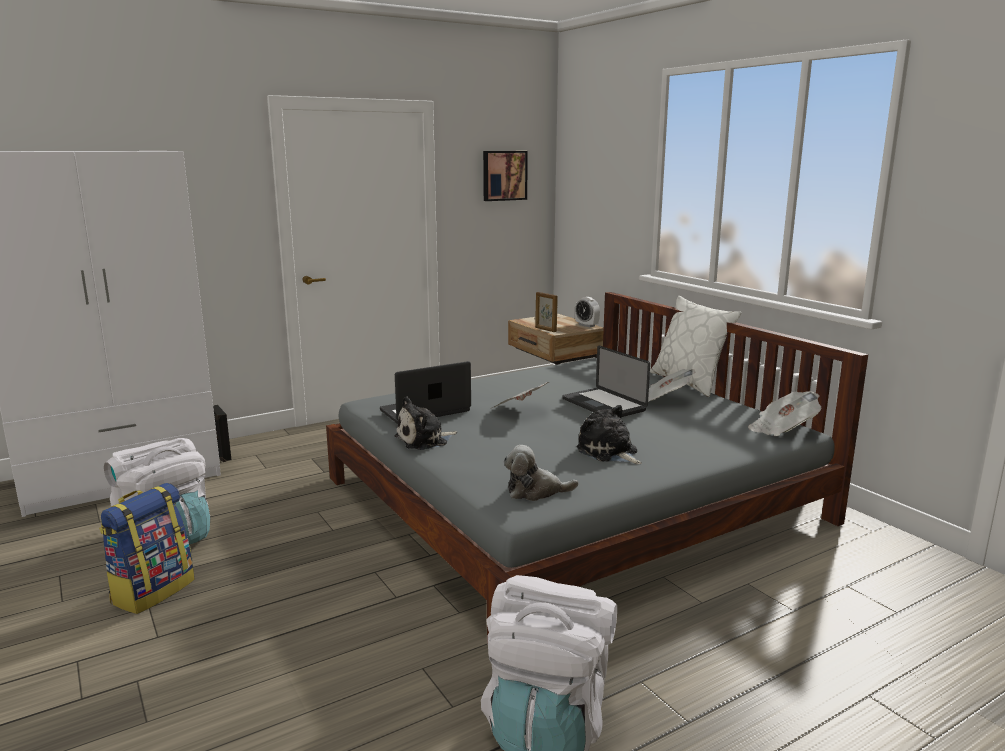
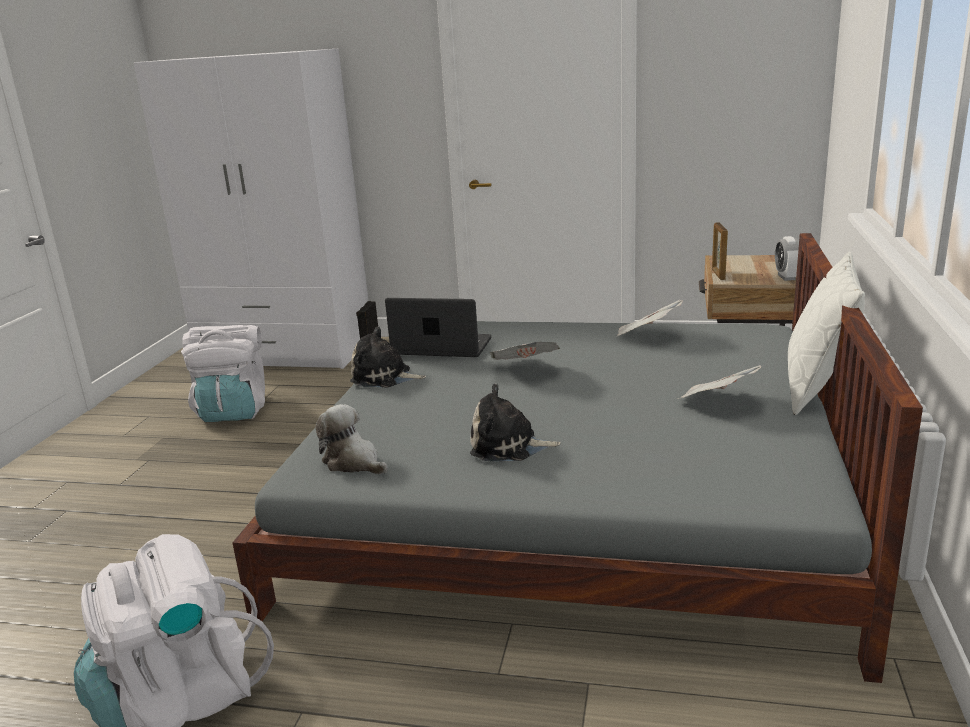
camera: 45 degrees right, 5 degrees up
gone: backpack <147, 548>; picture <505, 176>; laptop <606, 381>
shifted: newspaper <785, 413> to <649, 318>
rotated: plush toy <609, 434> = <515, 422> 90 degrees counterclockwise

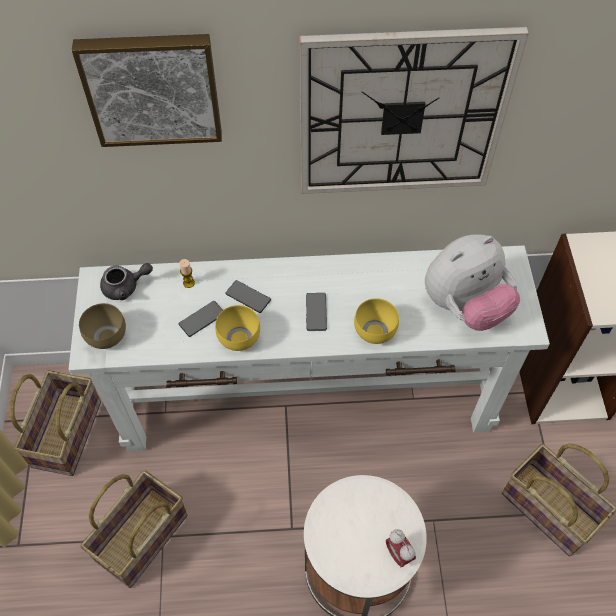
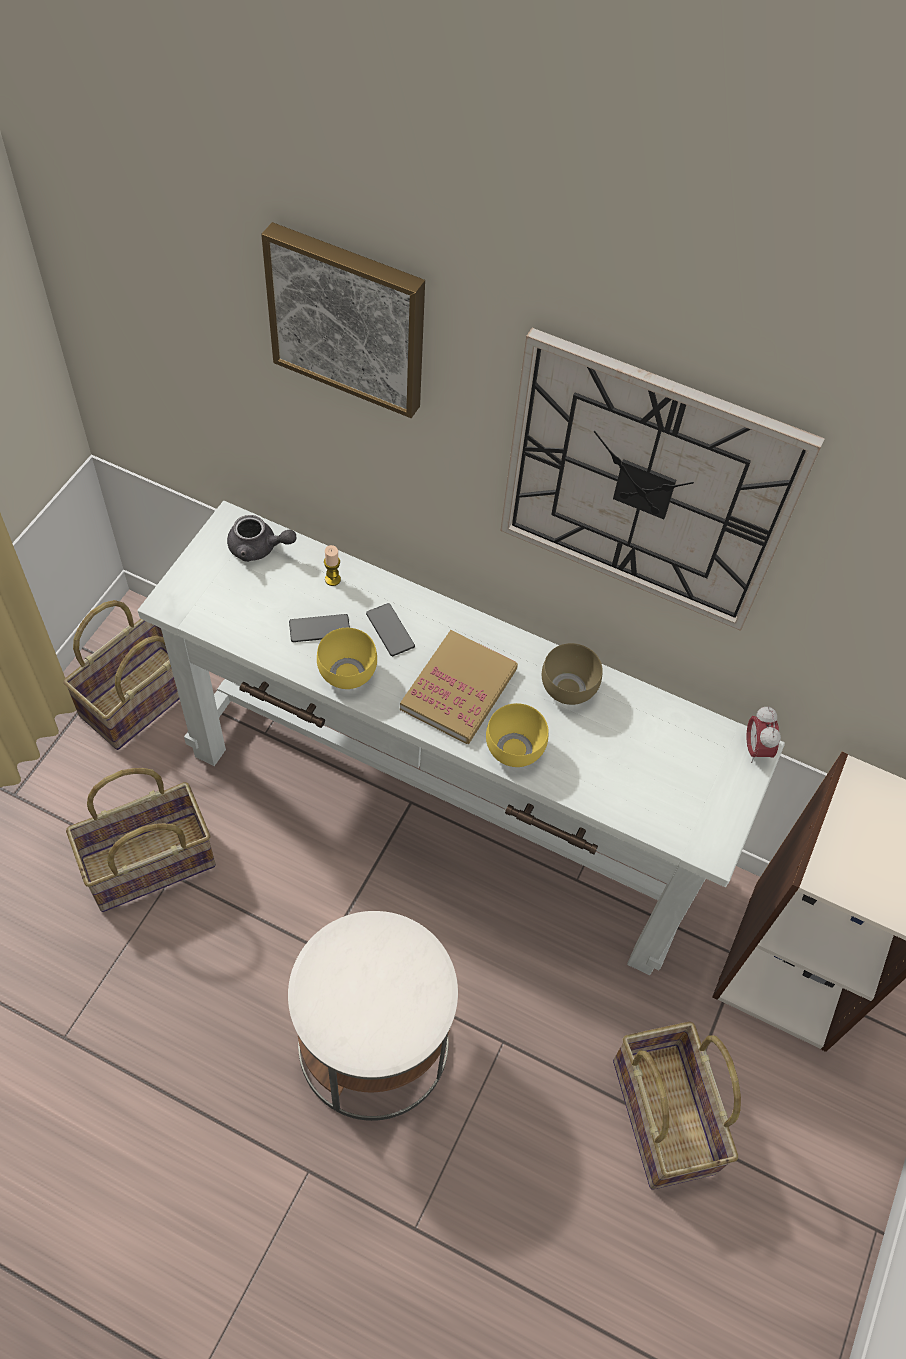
camera: 25 degrees right, 0 degrees up
gone: plush toy <472, 282>
shifted: brown bowl <102, 326> to <572, 674>; alarm clock <401, 548> to <763, 734>
swapped: phone <316, 312> to book <459, 687>

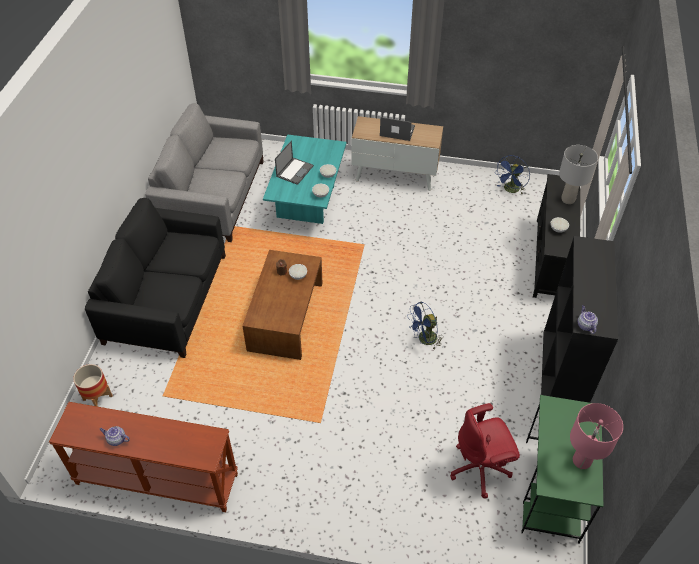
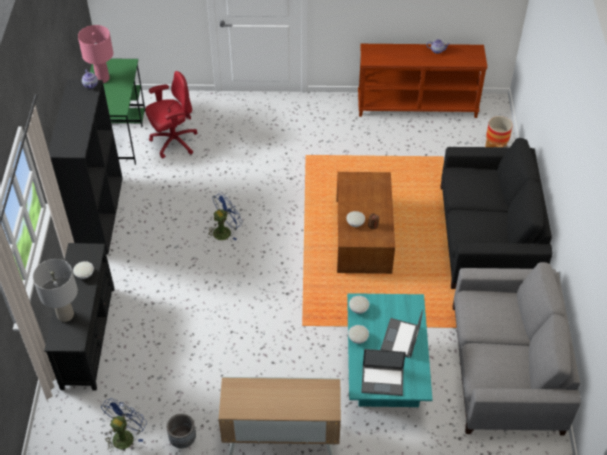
camera: 170 degrees right, 0 degrees up
new: grey planter <181, 431>
shifted: laptop <397, 129> to <383, 372>

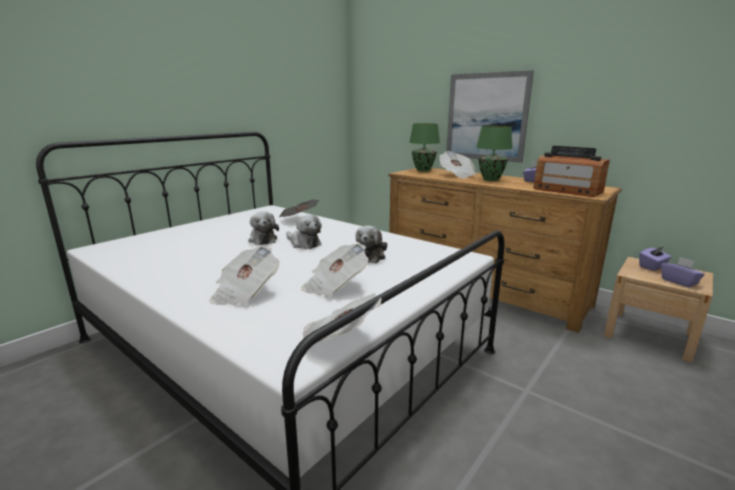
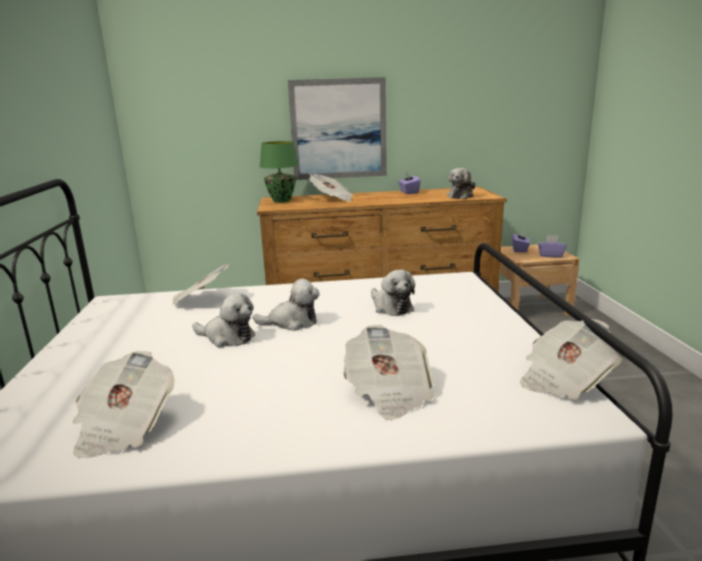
camera: 45 degrees left, 0 degrees up
gone: green table lamp <494, 153>
shifted: newspaper <335, 270> to <123, 404>
swapped: radio <571, 171> to plush toy <461, 183>

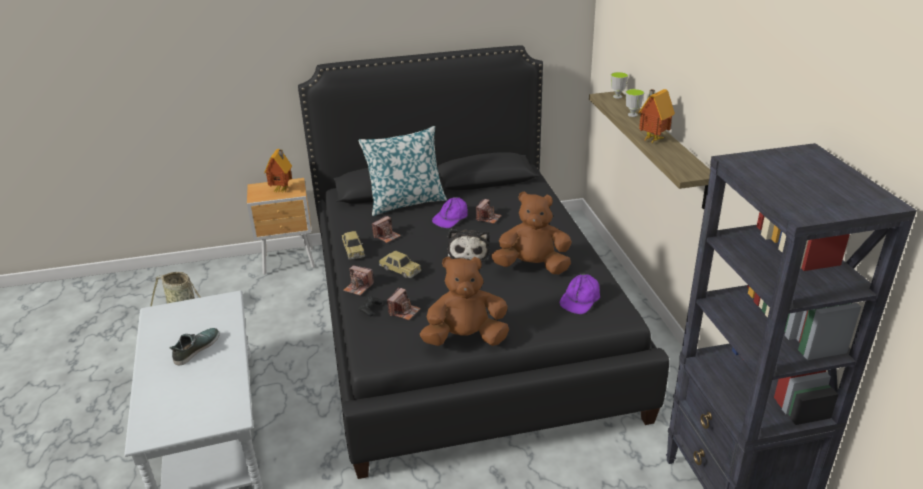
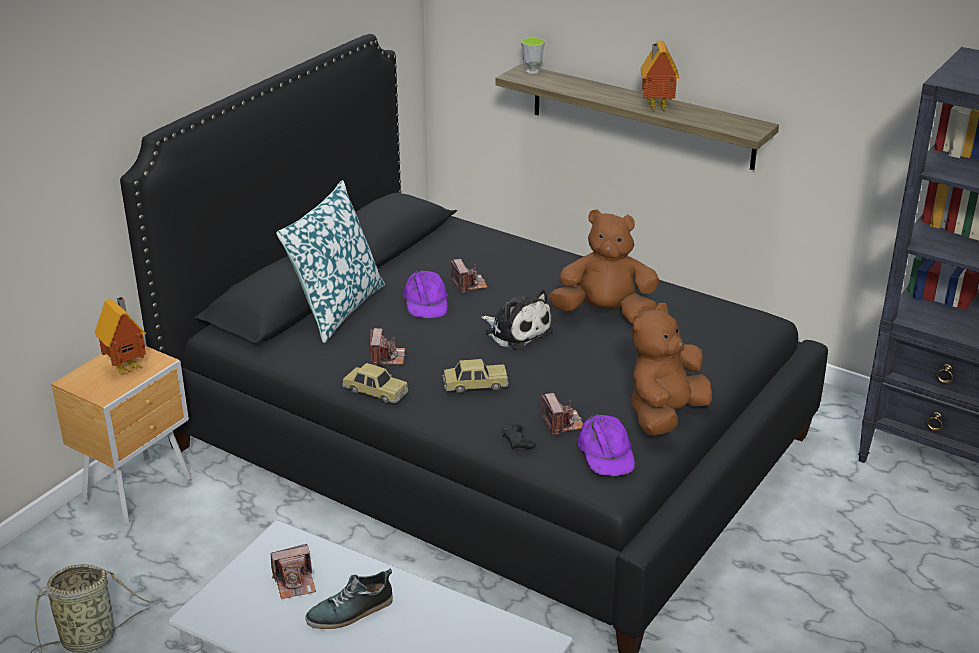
camera: 45 degrees left, 0 degrees up
gone: cup <635, 103>
shifted: photo camera <358, 280> to <293, 571>; purple cap <580, 293> to <606, 445>
rotated: shoe <194, 346> = <349, 598> 105 degrees counterclockwise; brown plush toy <531, 232> = <604, 266> 45 degrees clockwise

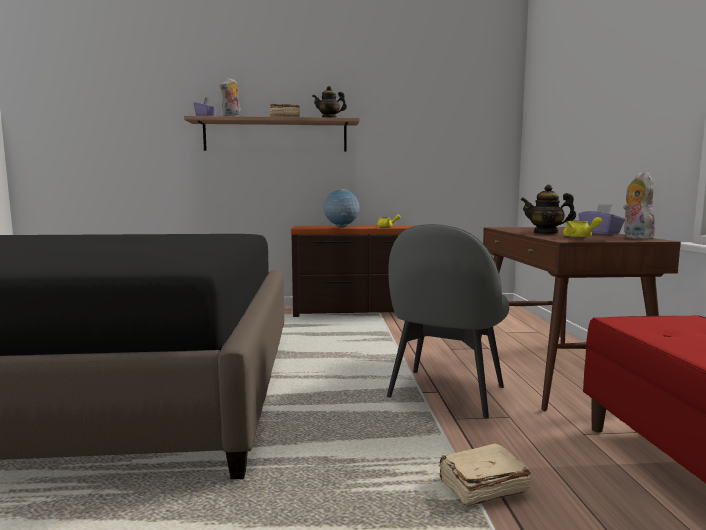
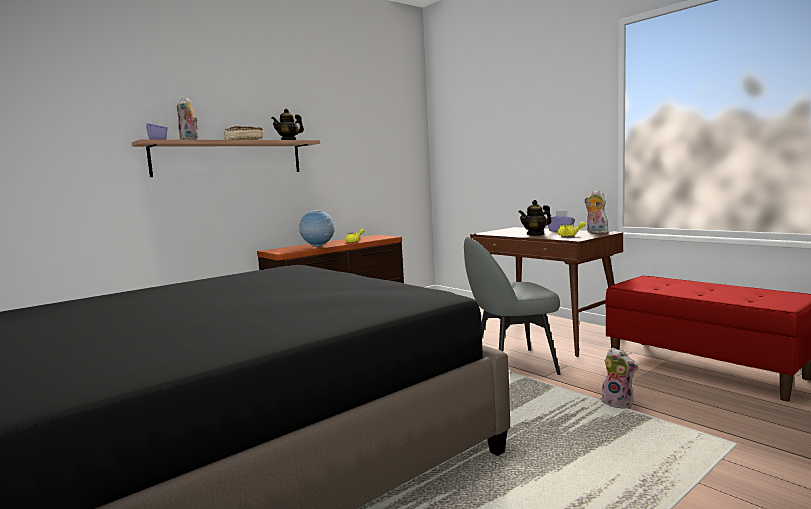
camera: 35 degrees left, 0 degrees up
swapped: beige book <485, 474> to plush toy <619, 378>
rotated: grey chair <448, 321> = <512, 306> 90 degrees clockwise

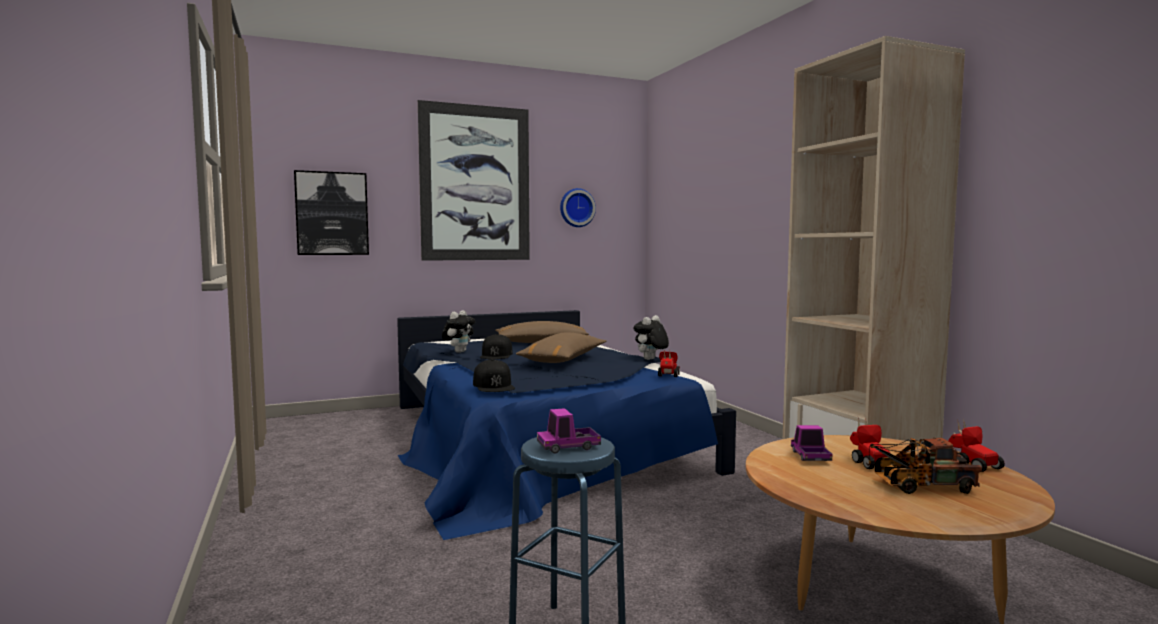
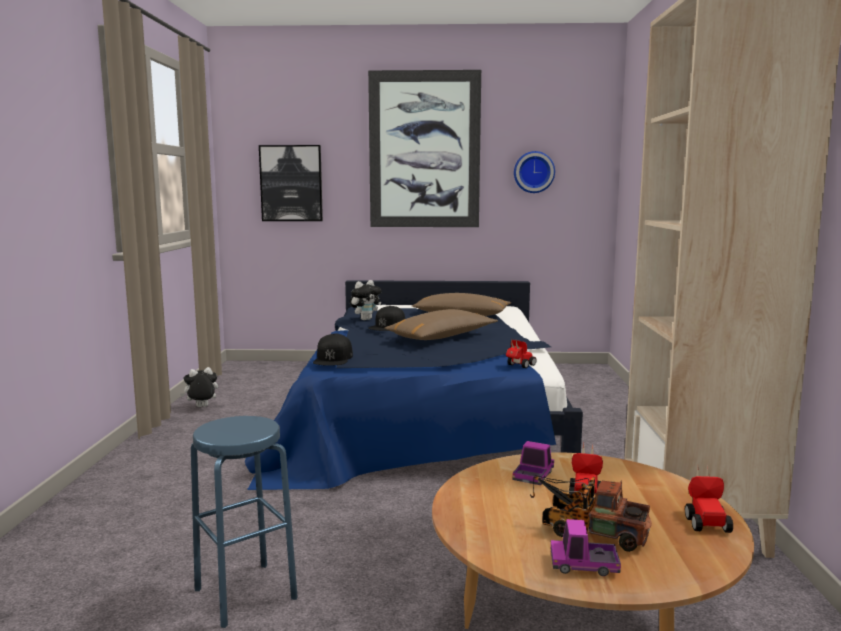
camera: 25 degrees right, 5 degrees up
shifted: toy truck <569, 431> to <586, 547>; plush toy <651, 337> to <199, 387>

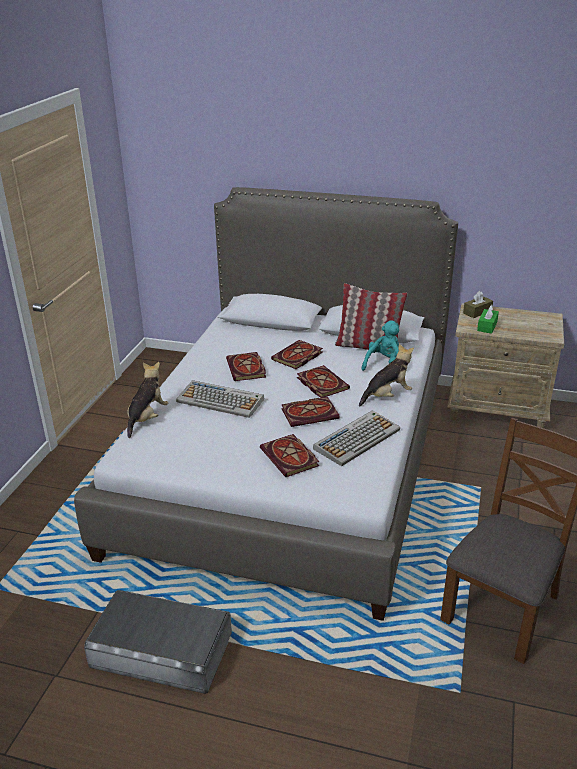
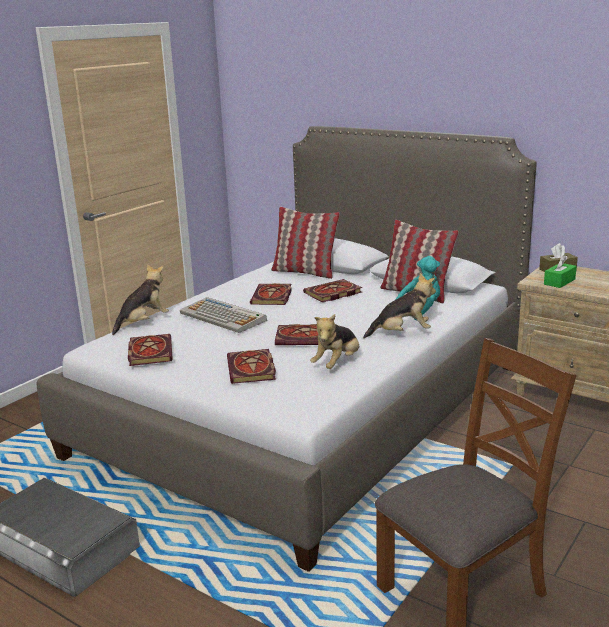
camera: 20 degrees right, 10 degrees down
new: pillow <305, 243>
shifted: book <323, 381> to <150, 350>
swapped: keyboard <356, 438> to plush toy <334, 341>

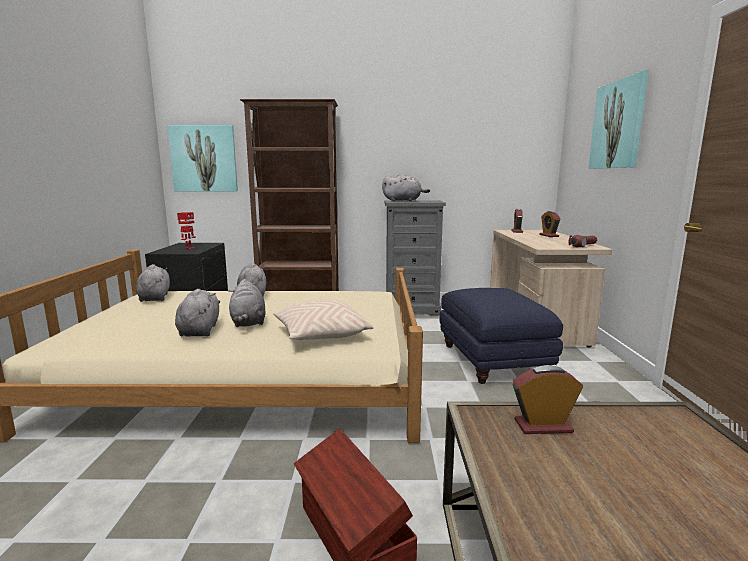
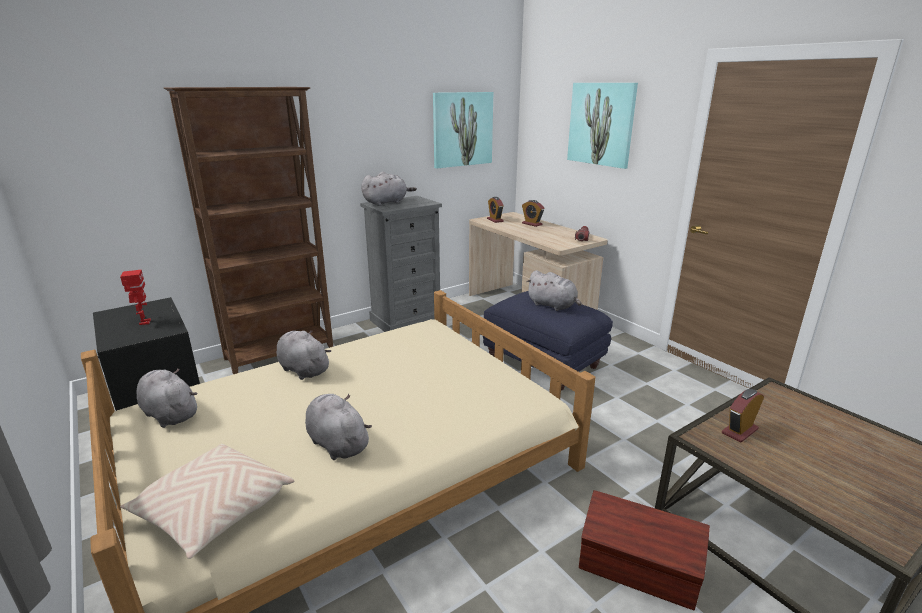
camera: 35 degrees left, 10 degrees up
shifted: picture <202, 158> to <463, 130>; grey plush toy <247, 303> to <554, 290>; beige pillow <323, 320> to <207, 501>

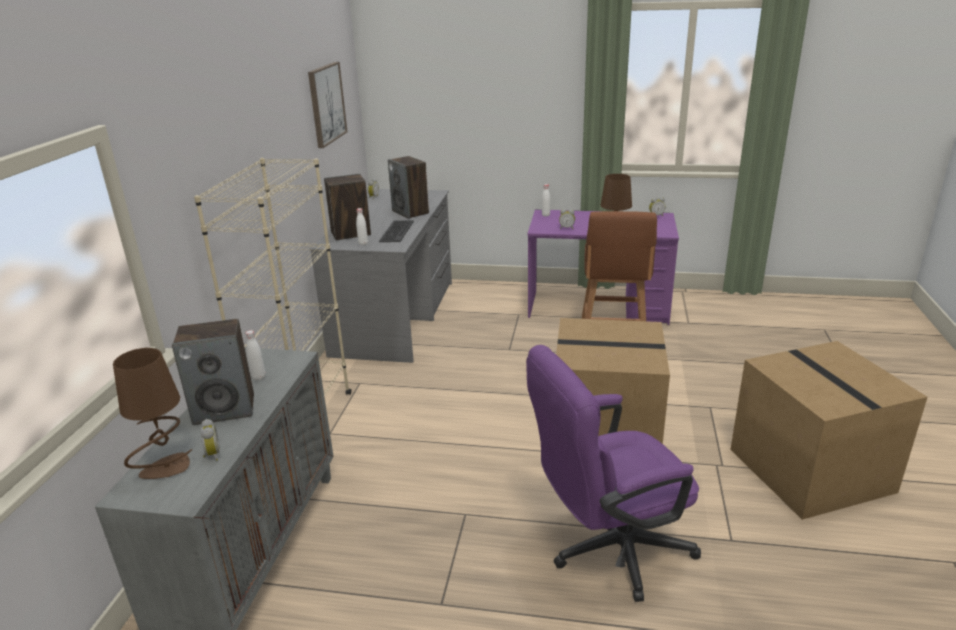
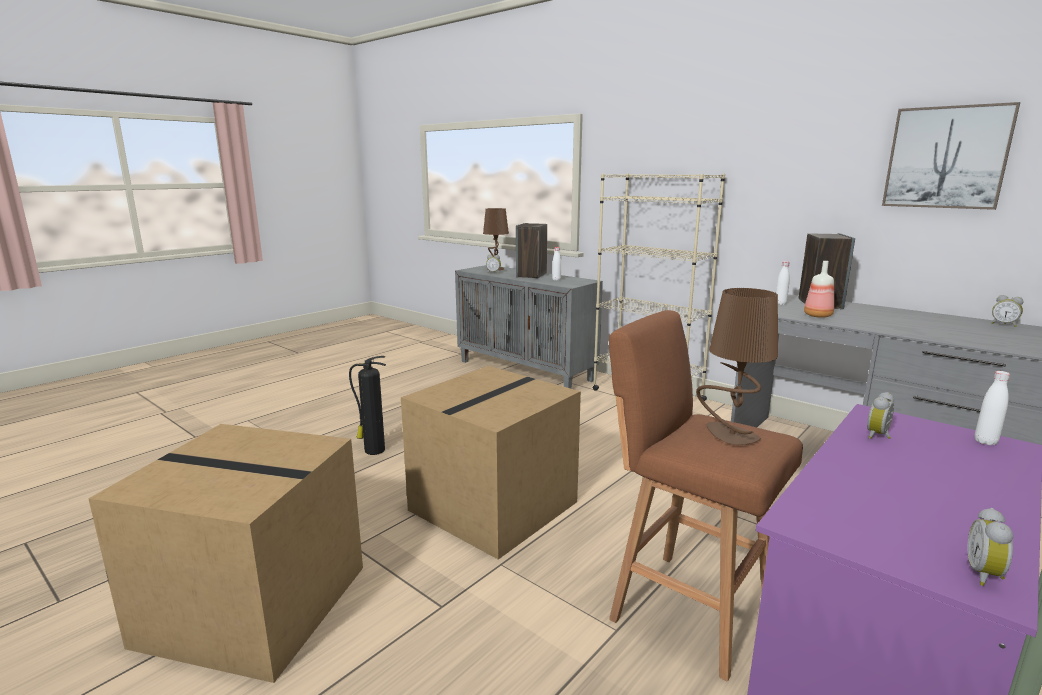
camera: 120 degrees right, 10 degrees down
gone: speaker <408, 187>
swapped: keyboard <396, 231> to bottle <819, 289>; purple office chair <613, 473> to fire extinguisher <367, 405>

